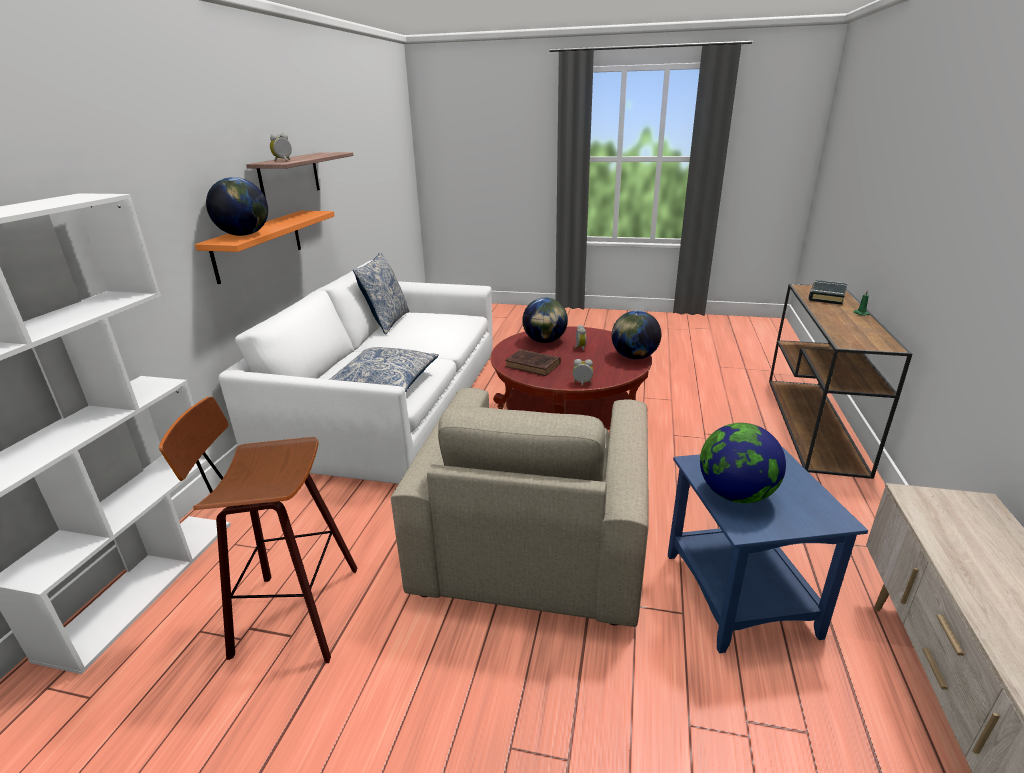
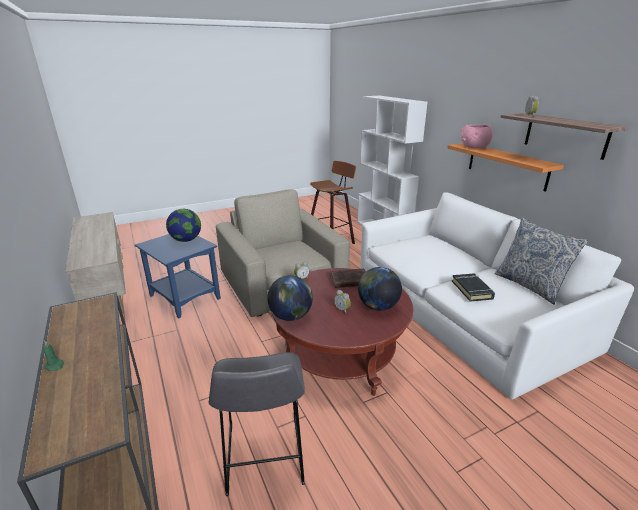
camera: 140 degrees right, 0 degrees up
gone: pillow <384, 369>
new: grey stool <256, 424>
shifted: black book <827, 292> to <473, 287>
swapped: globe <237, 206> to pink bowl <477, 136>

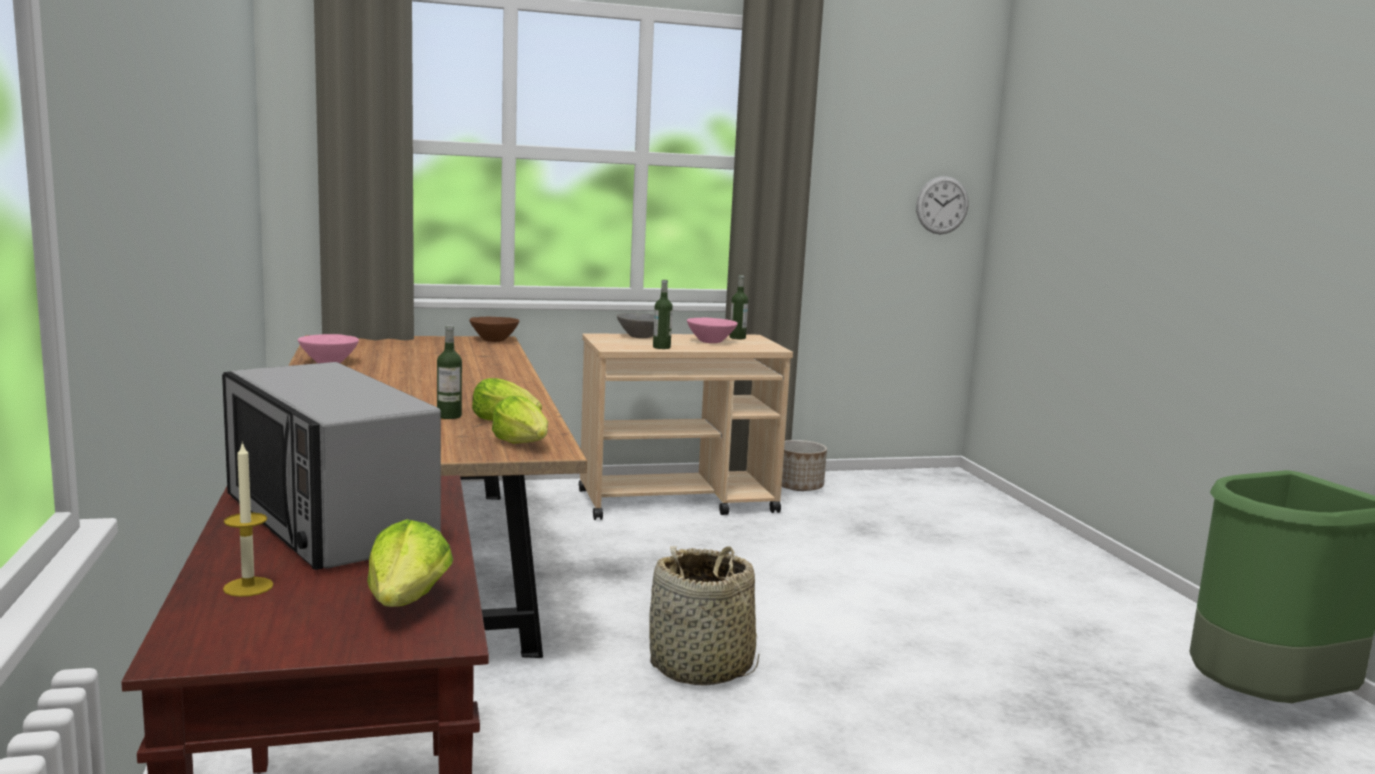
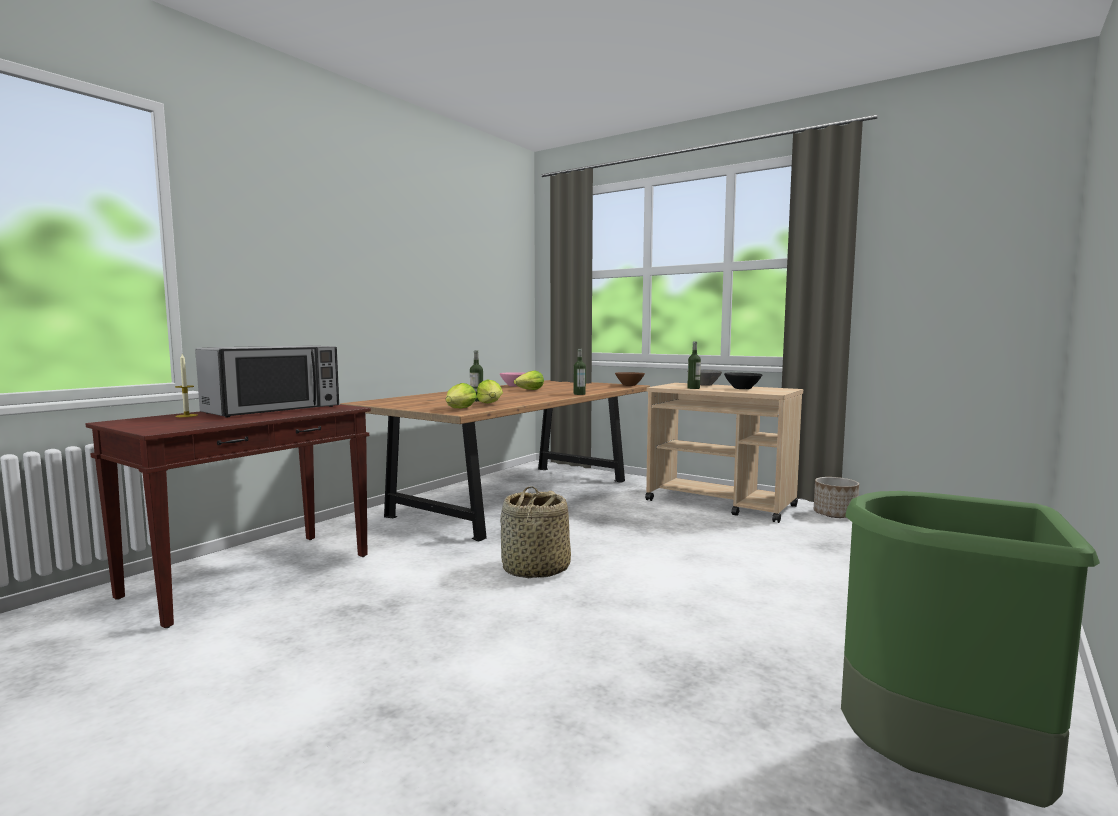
camera: 50 degrees right, 5 degrees down
gone: wall clock <942, 205>
shifted: lettuce <410, 563> to <529, 380>; bottle <738, 307> to <580, 372>
repainted: pink bowl <712, 330> to black bowl <743, 380>
rotated: microwave <331, 466> = <267, 381> 150 degrees counterclockwise

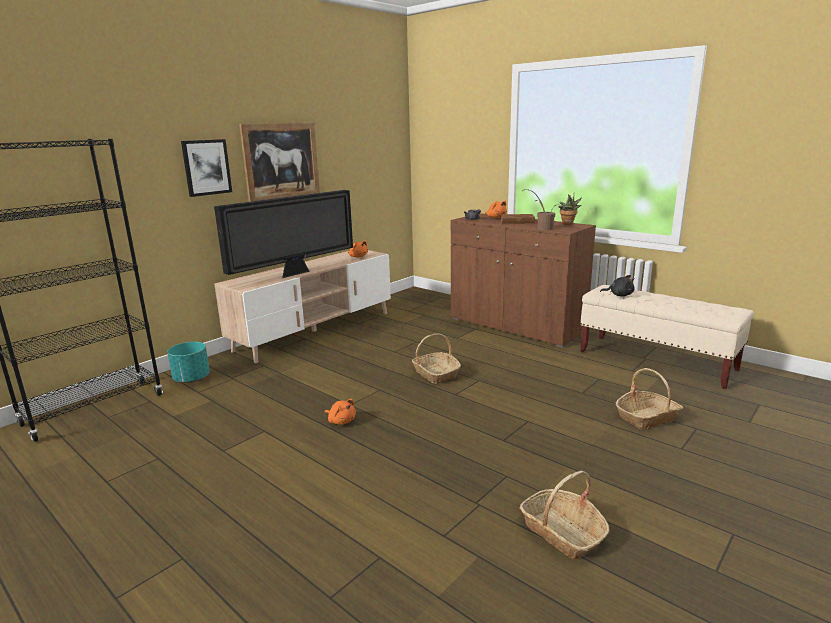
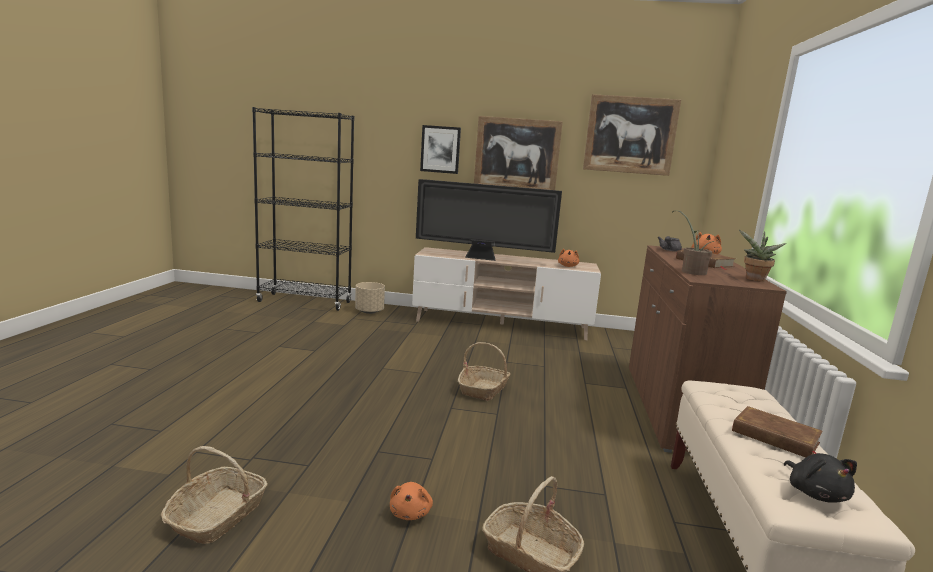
camera: 55 degrees right, 5 degrees down
new: picture <632, 135>; brown book <777, 432>
shifted: orange plush toy <340, 412> to <411, 501>; black plush toy <617, 285> to <820, 478>
repainted: turquoise planter <188, 362> to beige planter <370, 298>

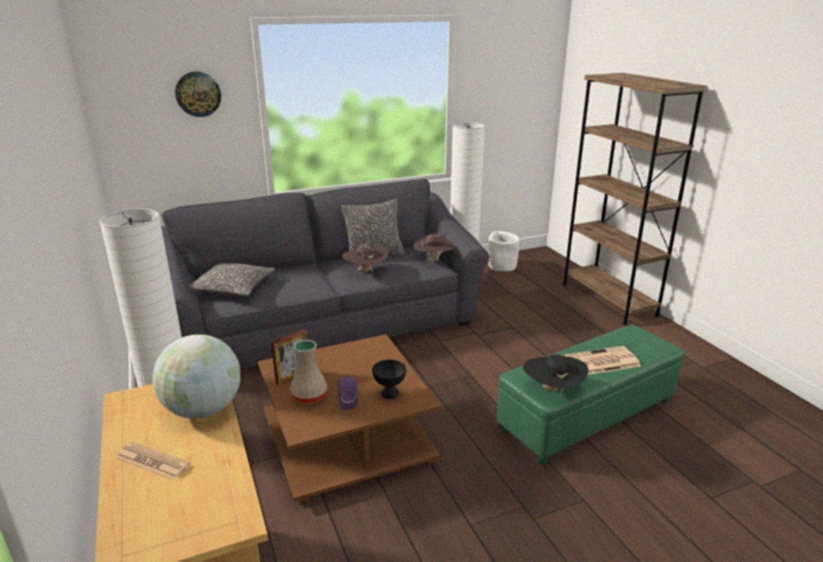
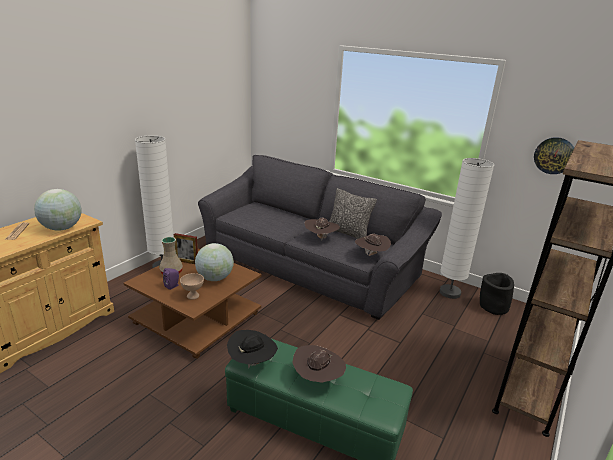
camera: 55 degrees right, 0 degrees up
gone: pillow <232, 279>
new: globe <214, 262>
shifted: wall clock <198, 94> to <554, 155>
swapped: newspaper <602, 360> to brown hat <319, 364>
repainted: black bowl <389, 379> to beige bowl <192, 286>; white planter <503, 251> to black planter <497, 294>

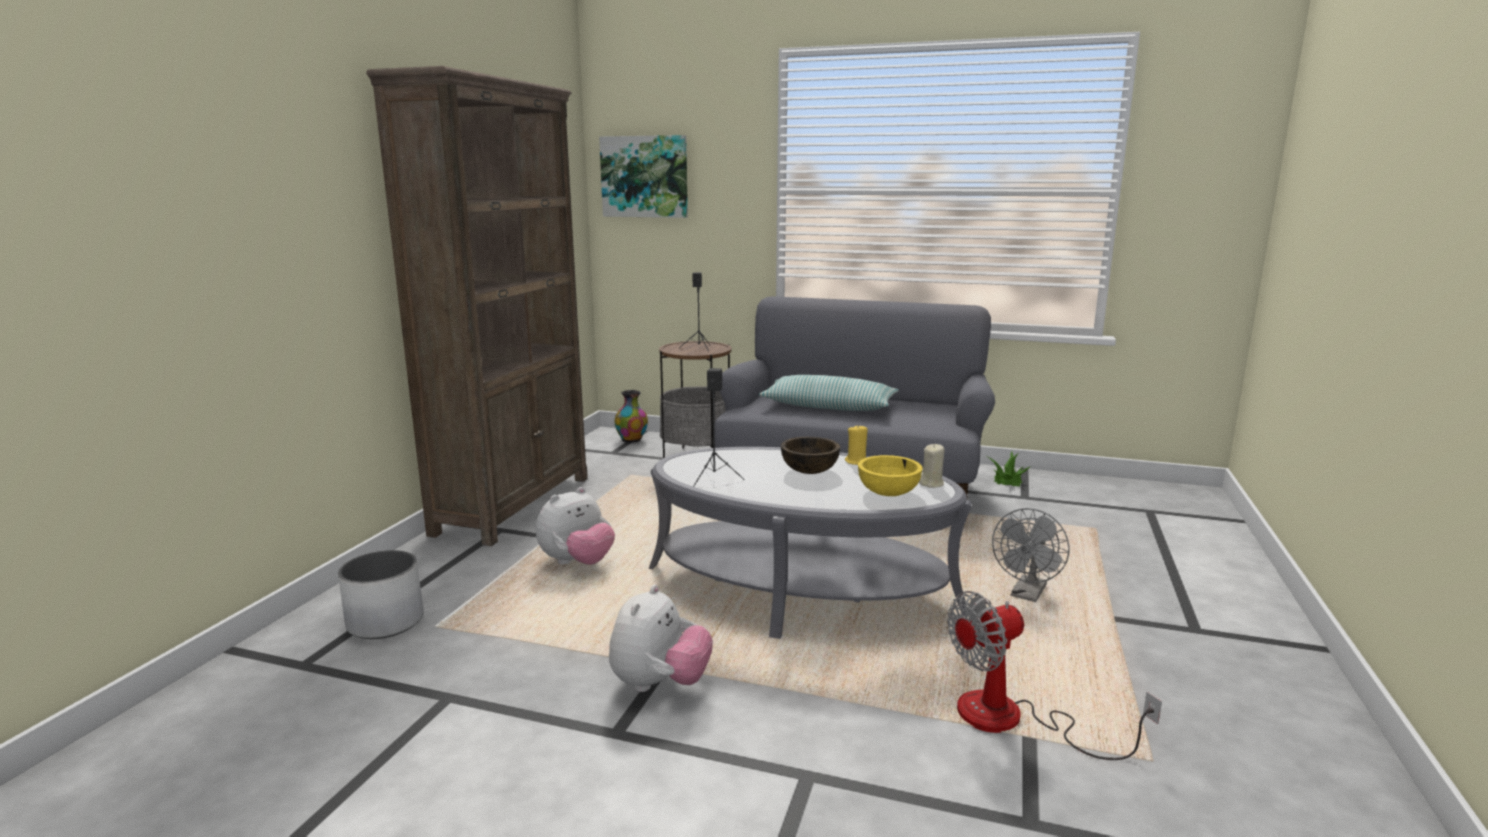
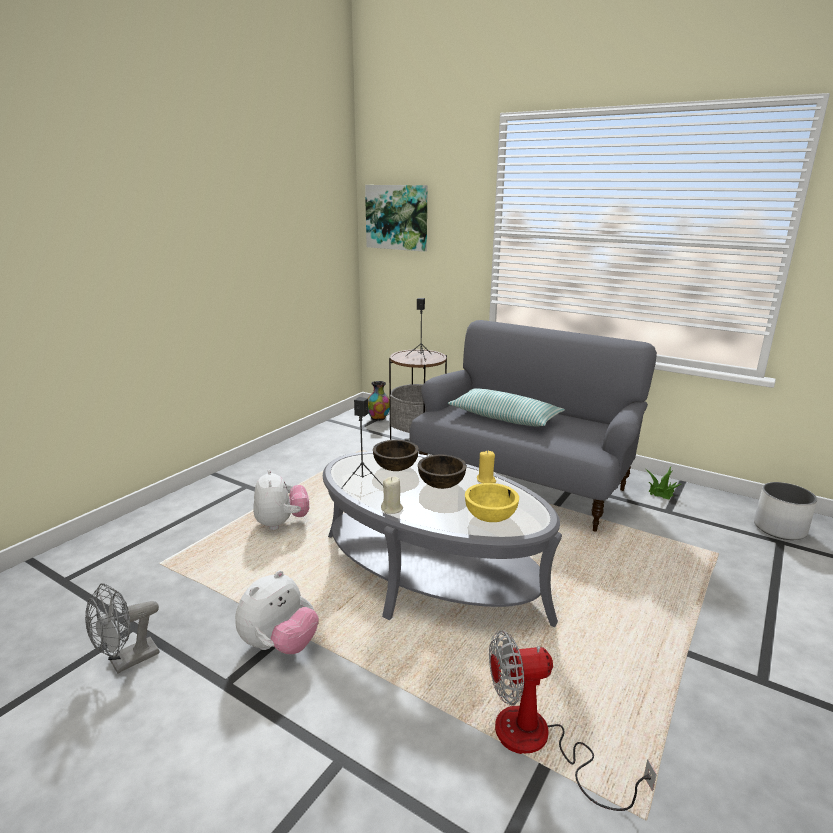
camera: 15 degrees right, 5 degrees up
gone: brown bookcase <477, 306>
new: brown bowl <396, 455>
shifted: white planter <381, 594> to <785, 511>; beige candle <932, 465> to <392, 495>; grey fan <1031, 555> to <122, 628>
rotated: plush toy <575, 526> = <281, 499> 75 degrees counterclockwise

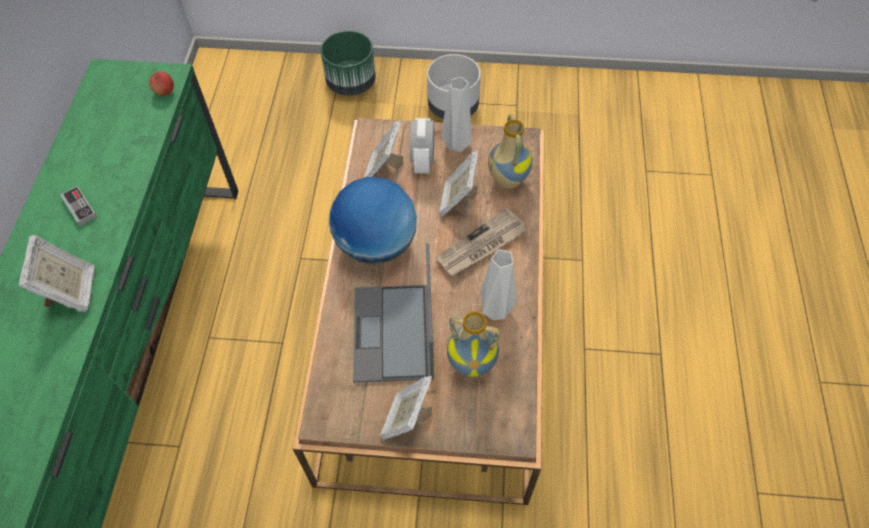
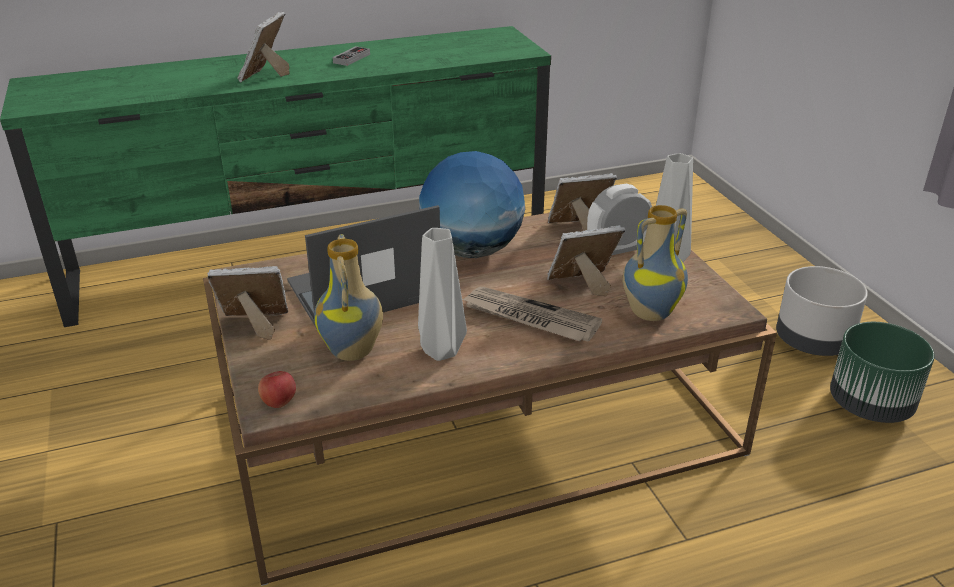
camera: 65 degrees right, 25 degrees down
shifted: apple <161, 83> to <277, 389>; green planter <348, 63> to <882, 372>
rotated: picture frame <57, 273> = <264, 47> 135 degrees clockwise

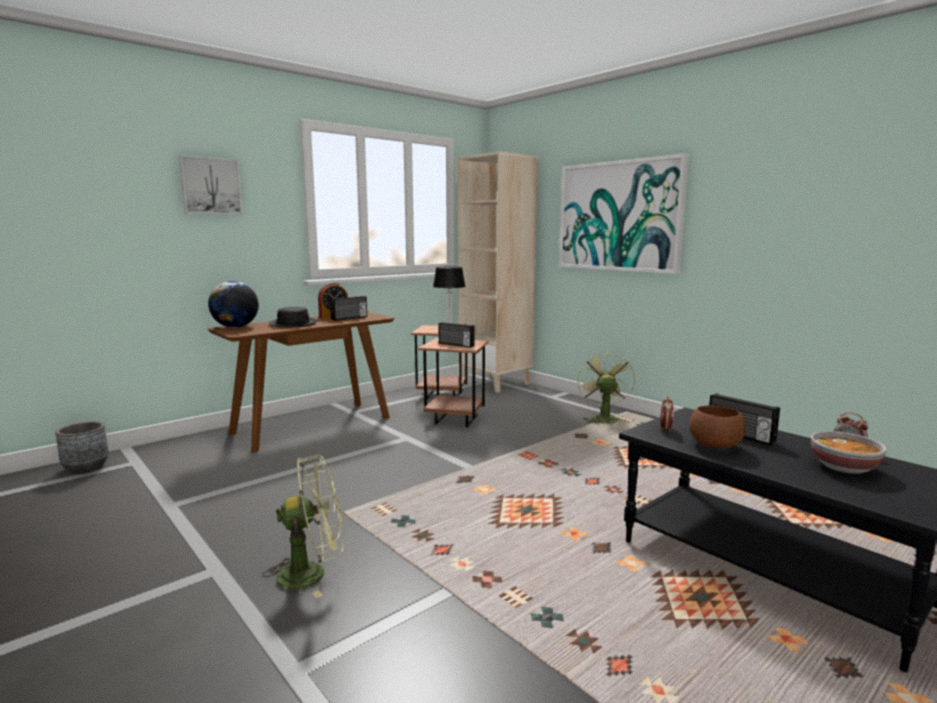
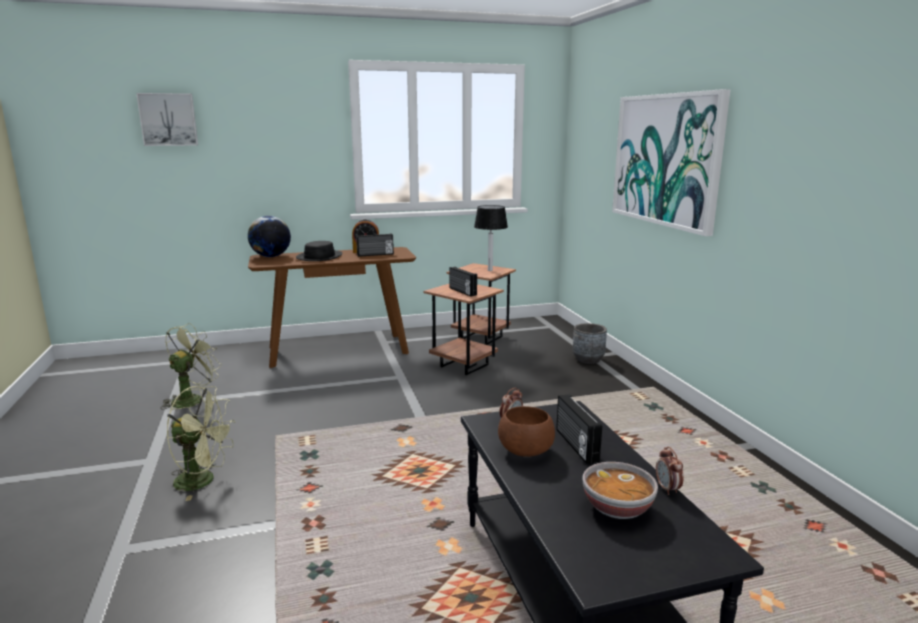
camera: 25 degrees right, 5 degrees up
gone: beige bookcase <497, 272>
shifted: grey planter <82, 447> to <590, 343>; picture <210, 185> to <167, 119>; green fan <606, 388> to <191, 366>

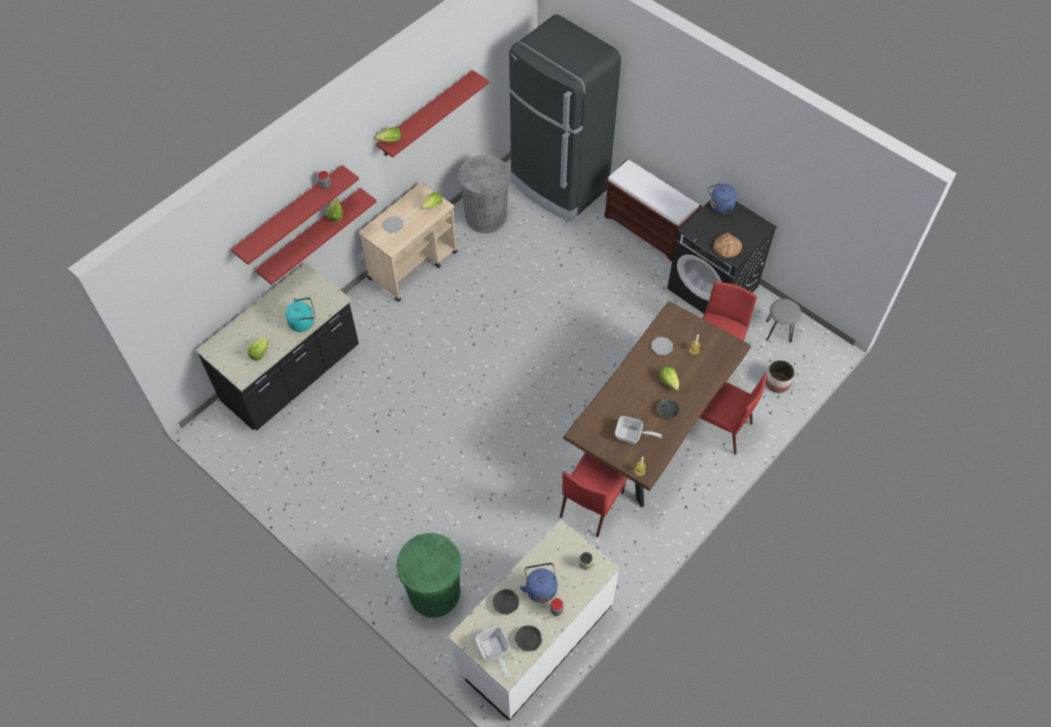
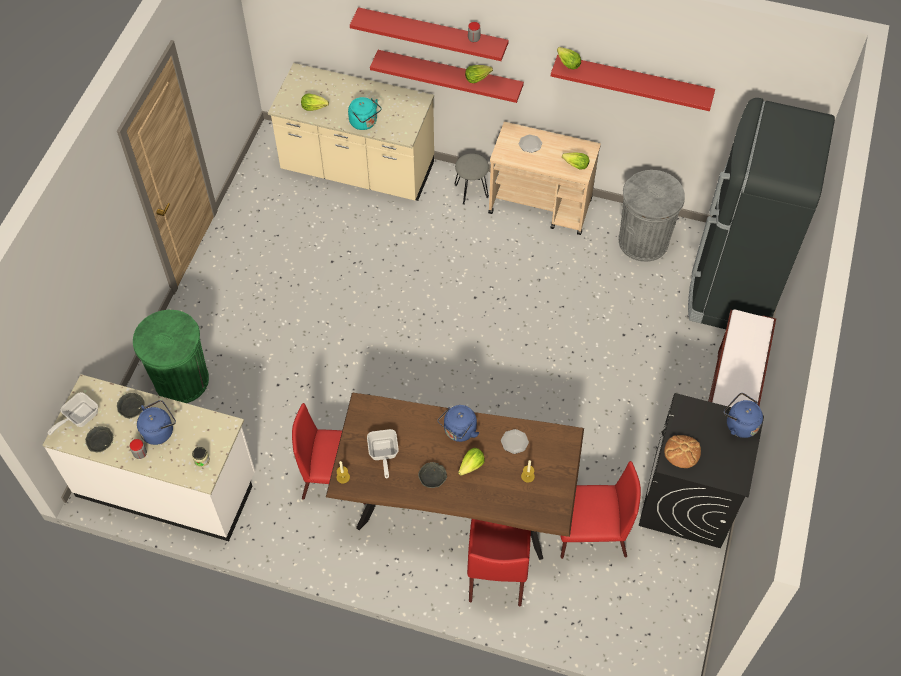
camera: 65 degrees right, 0 degrees up
gone: planter <780, 376>
new: blue kettle <458, 423>
shifted: grey stool <783, 321> to <472, 179>
repainted: black counter <277, 347> to beige counter <351, 132>

